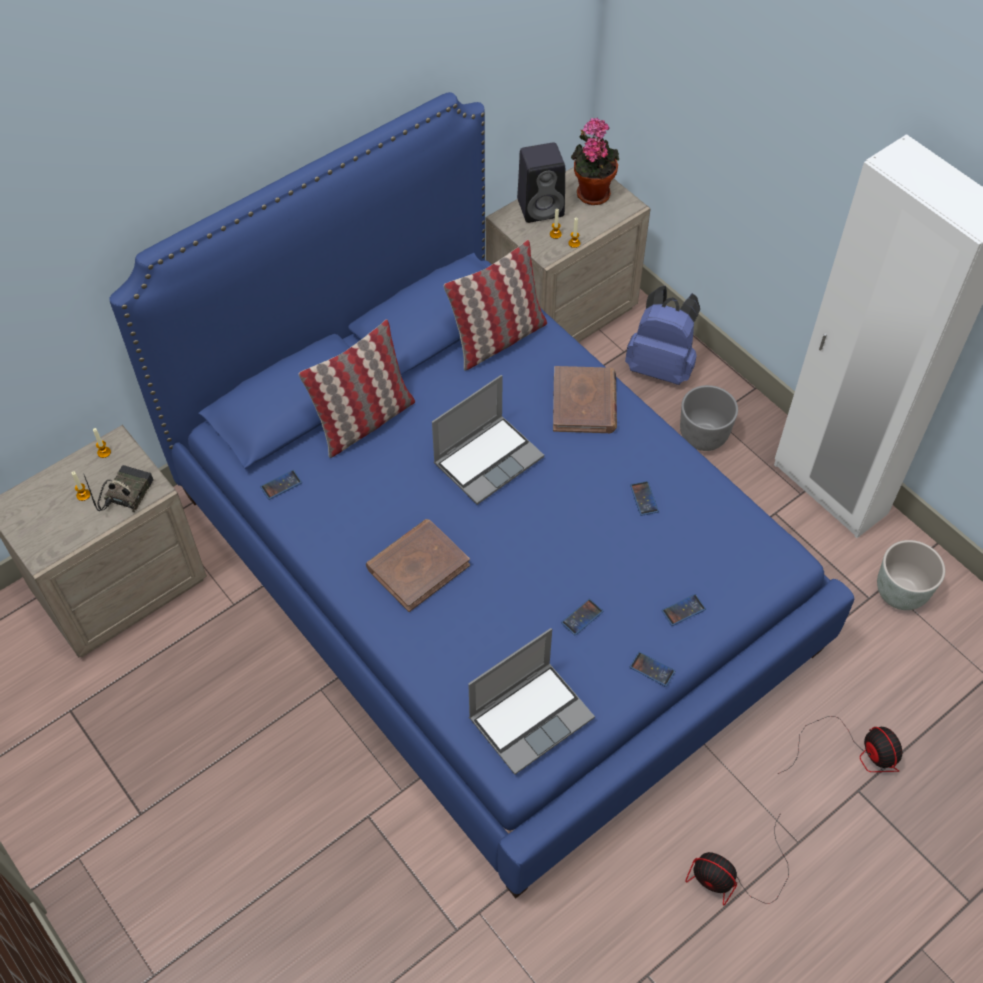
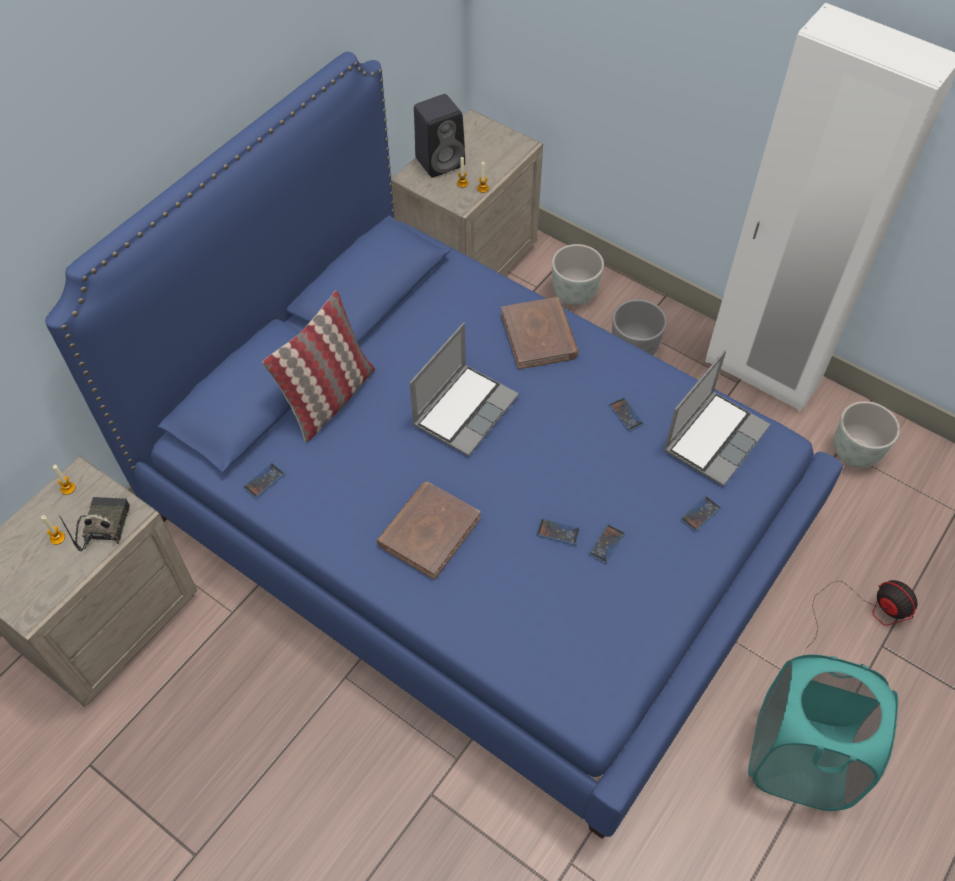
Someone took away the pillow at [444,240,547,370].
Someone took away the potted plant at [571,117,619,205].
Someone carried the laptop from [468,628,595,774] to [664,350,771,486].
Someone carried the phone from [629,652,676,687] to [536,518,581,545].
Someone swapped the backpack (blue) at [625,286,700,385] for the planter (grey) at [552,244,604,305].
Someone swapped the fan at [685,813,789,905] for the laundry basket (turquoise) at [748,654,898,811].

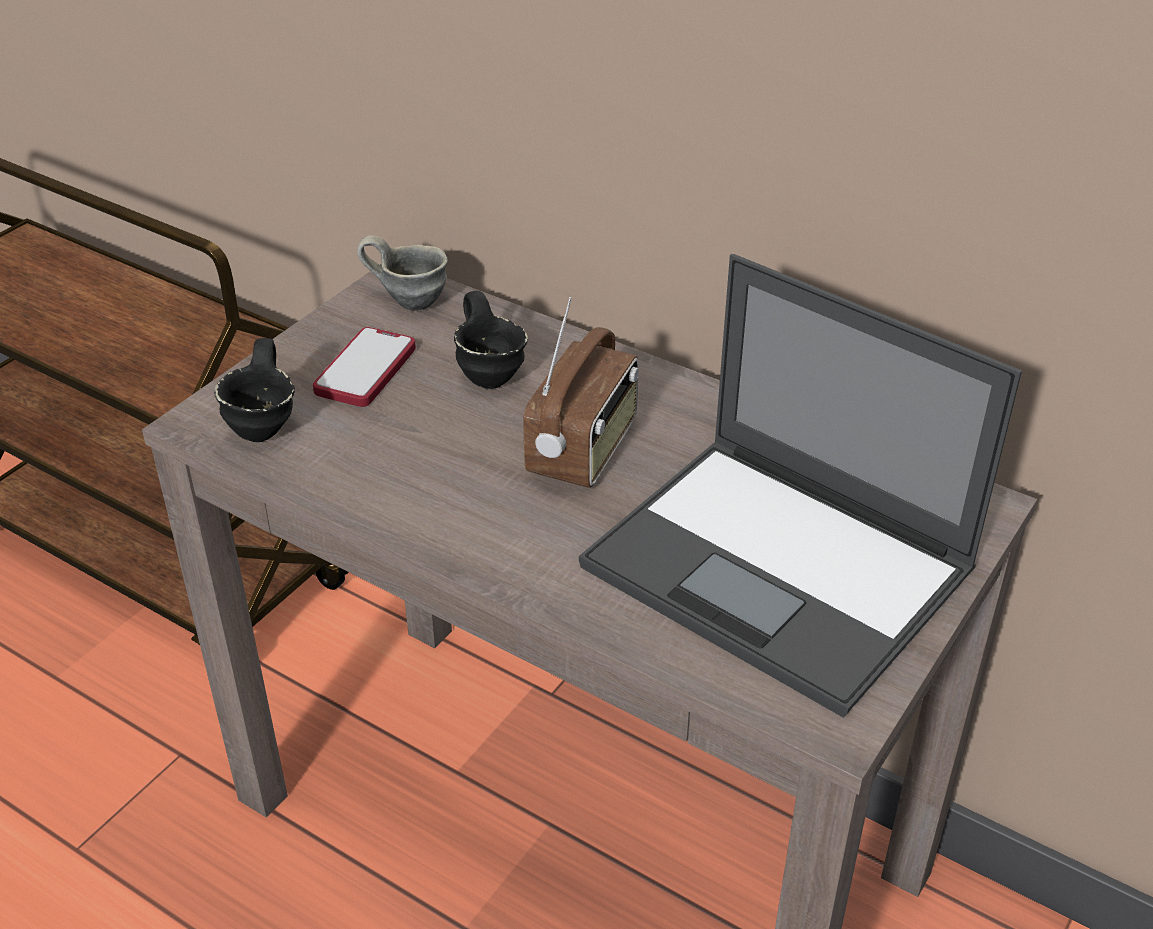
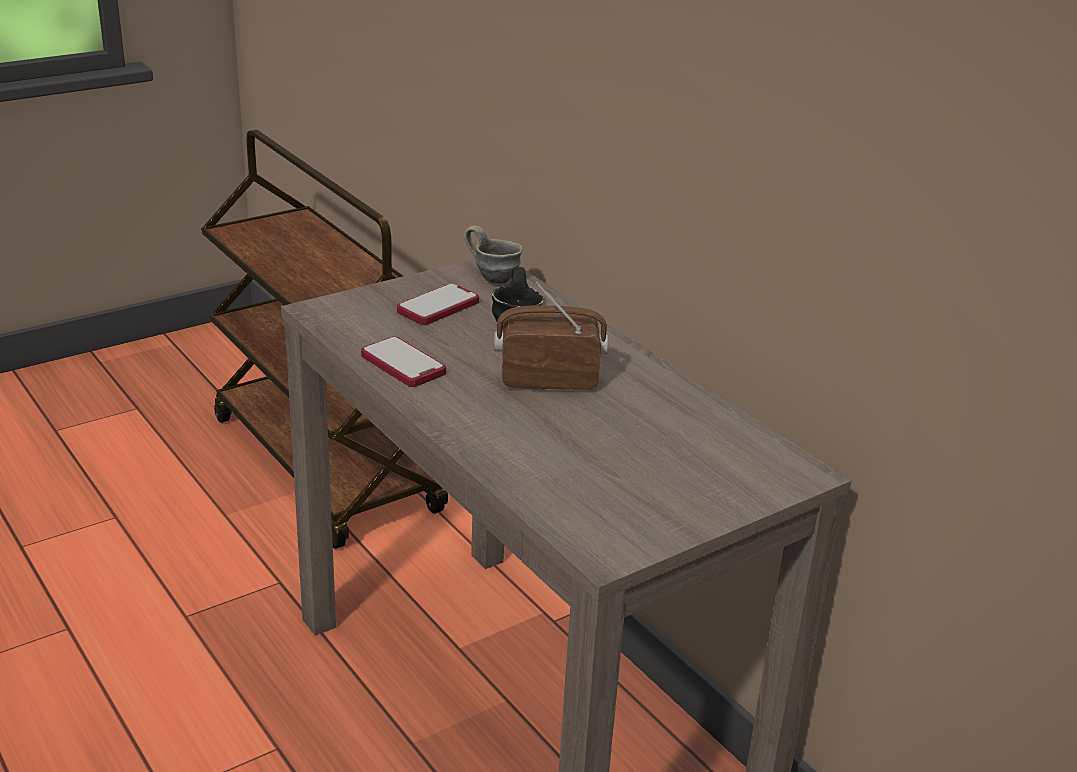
Someone took away the mug (black) at [215,338,295,442].
Someone took away the laptop at [579,254,1022,718].
Someone put down the phone at [361,337,446,387].
Someone rotated the radio at [523,297,639,488] by 135 degrees counterclockwise.

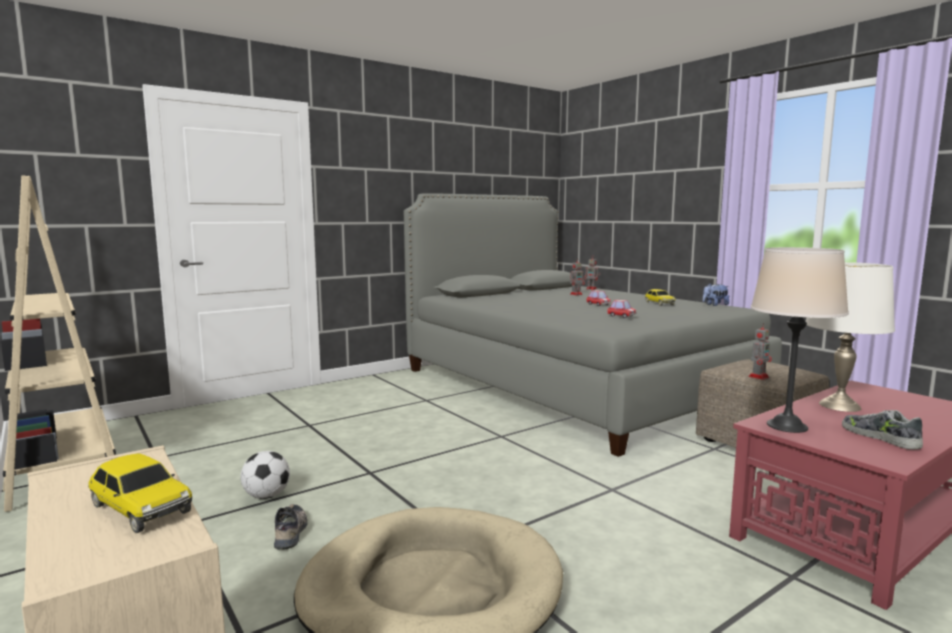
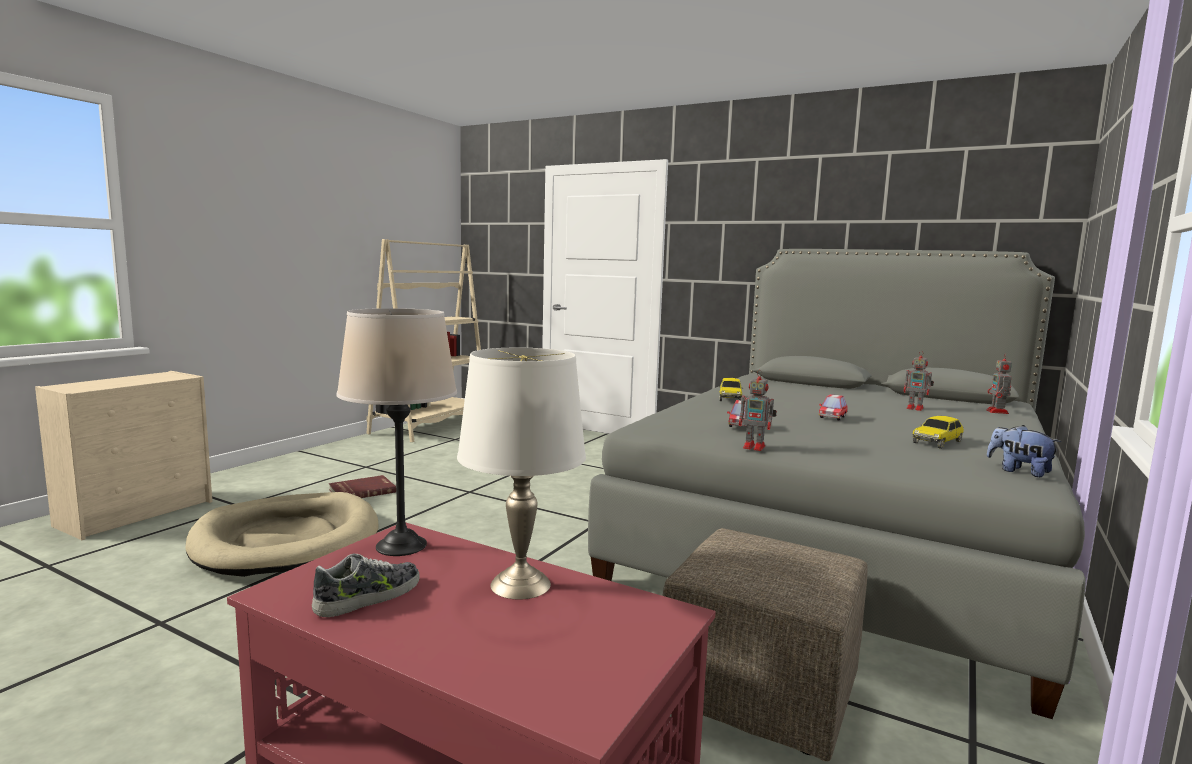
Someone took away the football at [240,451,290,499].
Someone carried the toy car from [88,453,192,533] to [719,378,743,401].
Someone carried the toy robot from [748,323,772,380] to [739,370,777,451].
Someone swapped the shoe at [274,504,308,550] for the book (red) at [329,475,396,498].

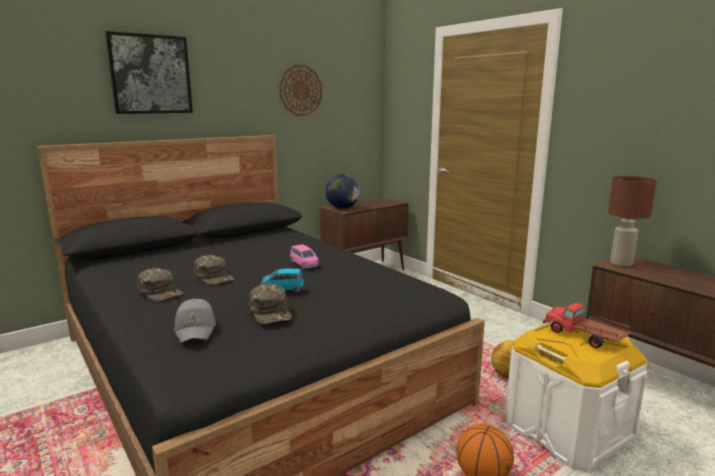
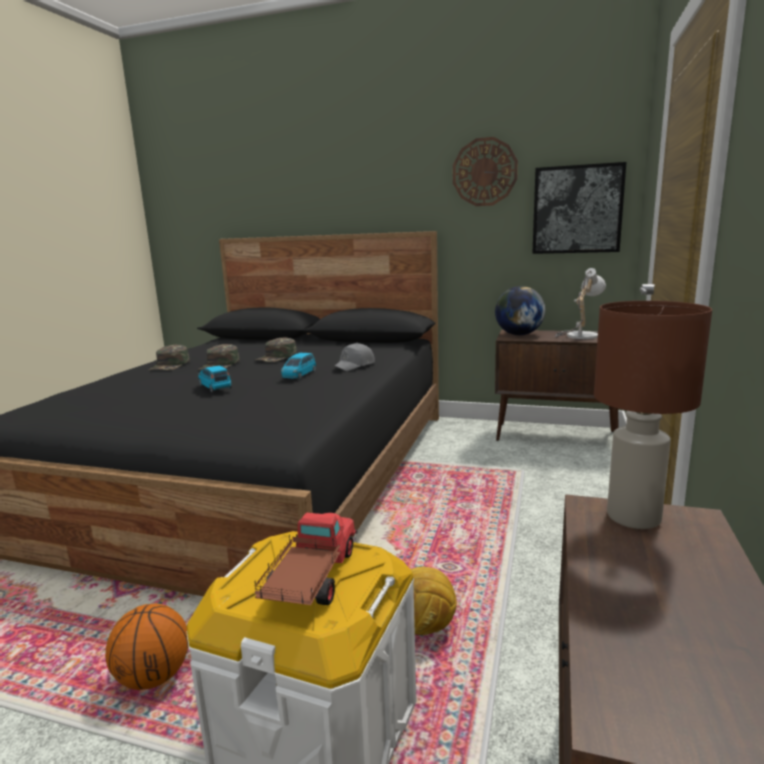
Someone put down the table lamp at [555,268,606,339].
Someone carried the picture from [105,31,193,114] to [532,162,626,254].
Someone carried the cap (grey) from [174,299,216,343] to [333,343,375,371].
Someone carried the cap (green) from [249,283,292,324] to [255,337,297,362].
Someone repainted the toy car (pink) at [290,244,319,269], which became the toy car (blue) at [281,353,316,380].

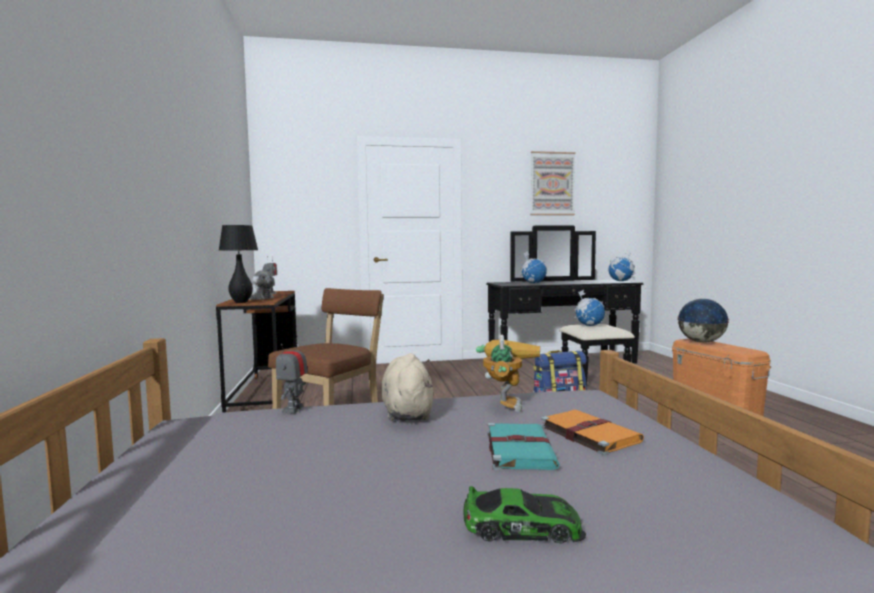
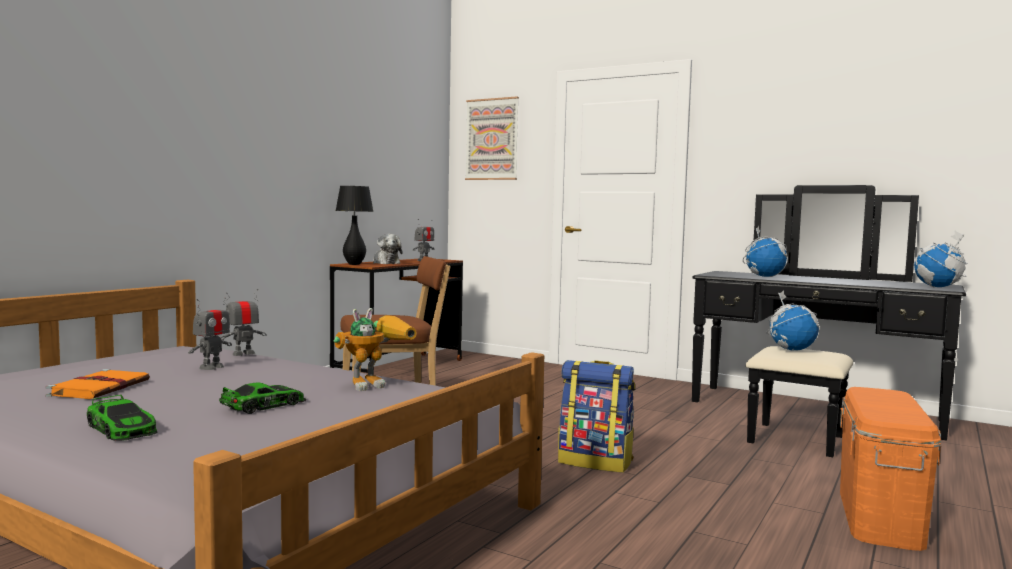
Someone took away the plush toy (beige) at [381,353,433,421].
Someone took away the globe at [677,299,729,343].
Someone put down the toy robot at [188,297,232,370].
Someone carried the picture from [530,151,576,215] to [465,96,519,180].
Someone carried the book (orange) from [541,410,644,456] to [46,369,150,399].
Someone swapped the book (turquoise) at [487,423,560,470] for the toy car at [219,382,306,414].

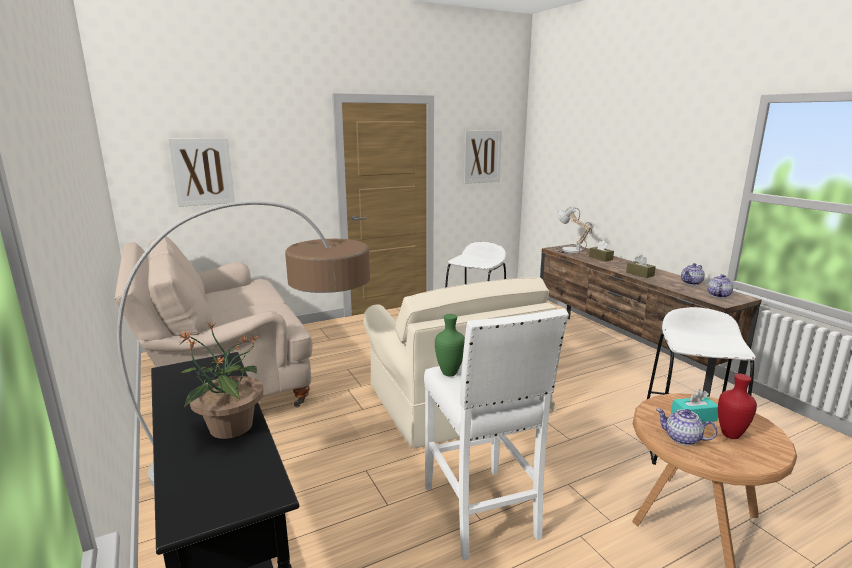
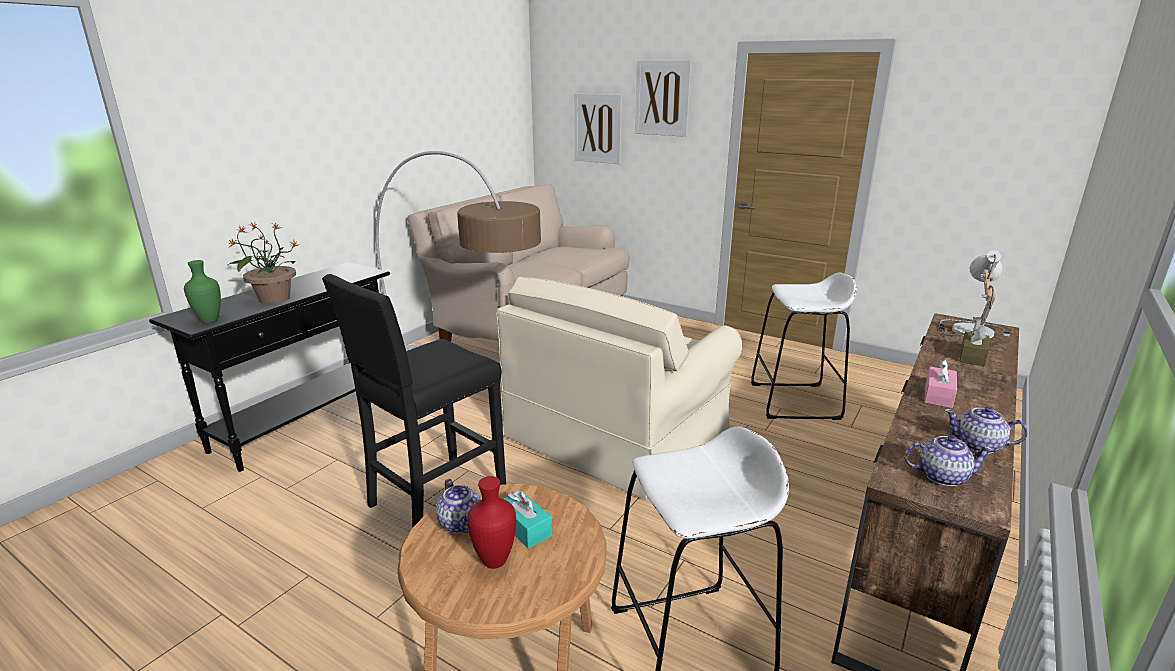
Someone carried the vase (green) from [435,314,465,376] to [184,260,221,323].
Someone carried the picture from [464,130,502,184] to [635,60,692,137].
Someone repainted the stool (white) at [424,309,569,561], which became the stool (black) at [322,274,506,528].
Someone repainted the tissue box (brown) at [626,255,656,278], which became the tissue box (pink) at [924,359,957,408].
Someone rotated the teapot at [656,409,717,446] by 150 degrees clockwise.

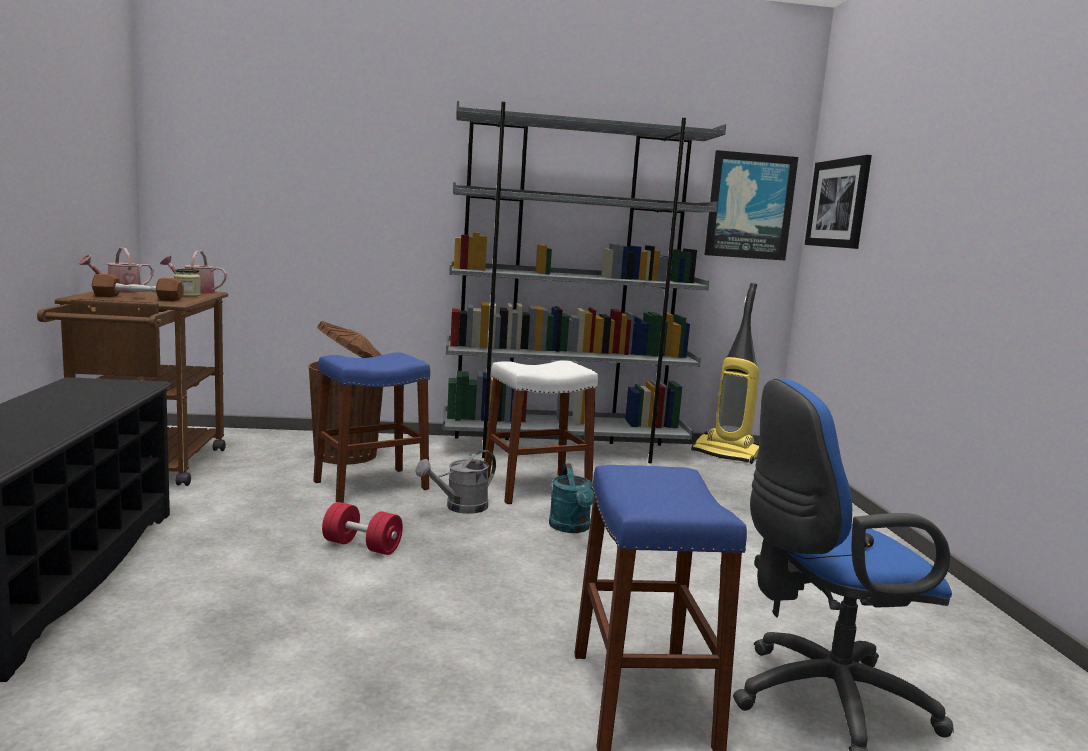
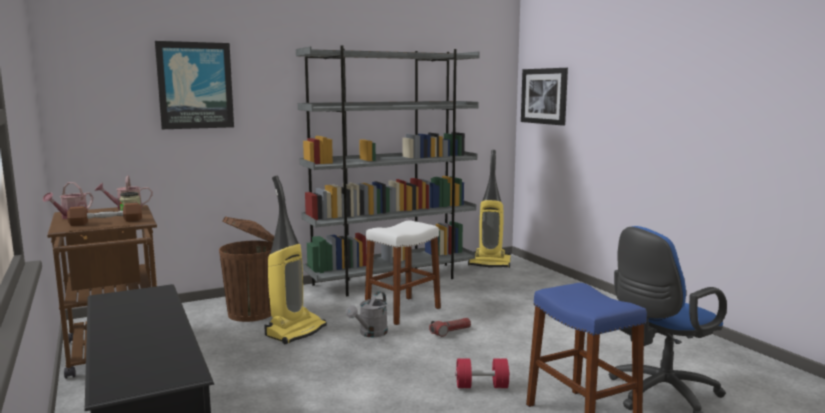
Someone carried the dumbbell (red) from [322,502,403,555] to [455,358,510,388].
Someone carried the picture from [705,150,798,260] to [155,41,234,129].
Someone swapped the stool (blue) at [313,352,430,503] for the vacuum cleaner at [264,176,327,344].
Someone swapped the watering can (turquoise) at [549,464,594,533] for the flashlight at [429,318,471,337].

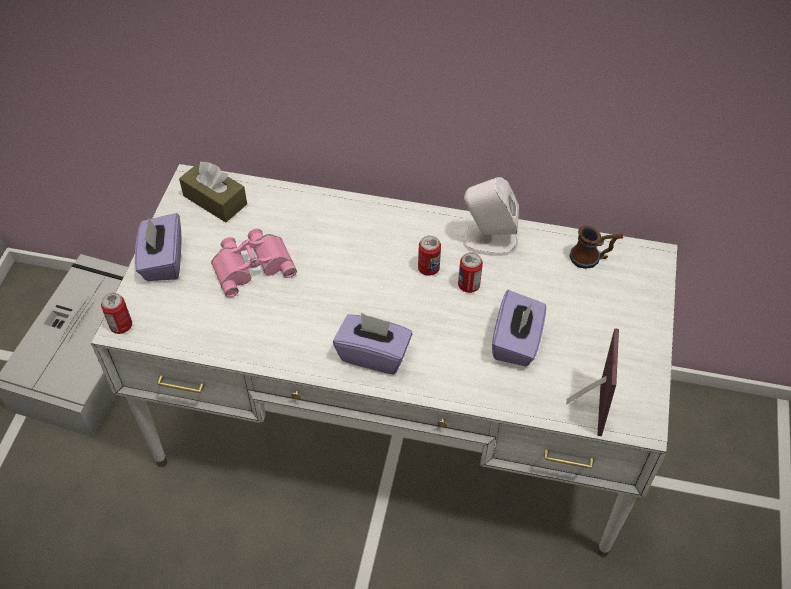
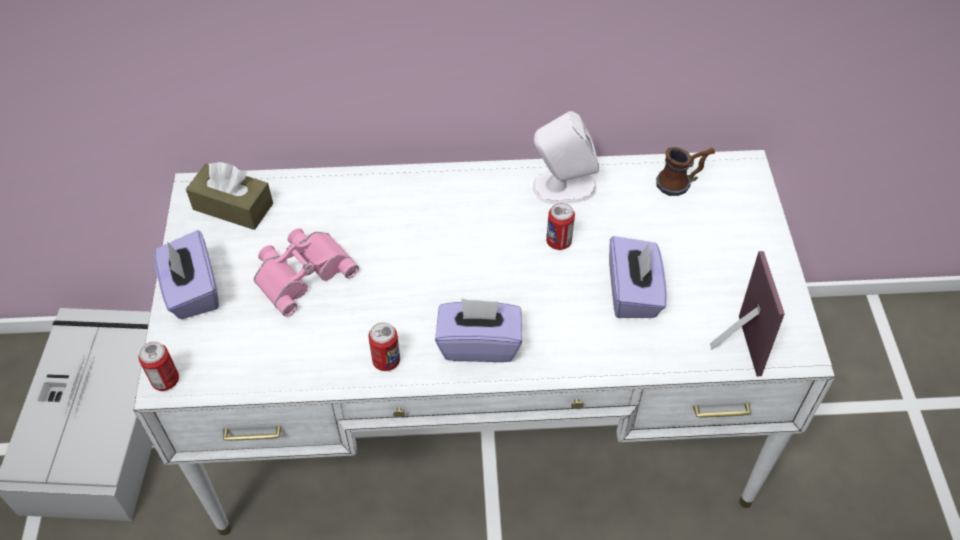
Someone carried the can from [418,235,441,276] to [368,322,400,371].

